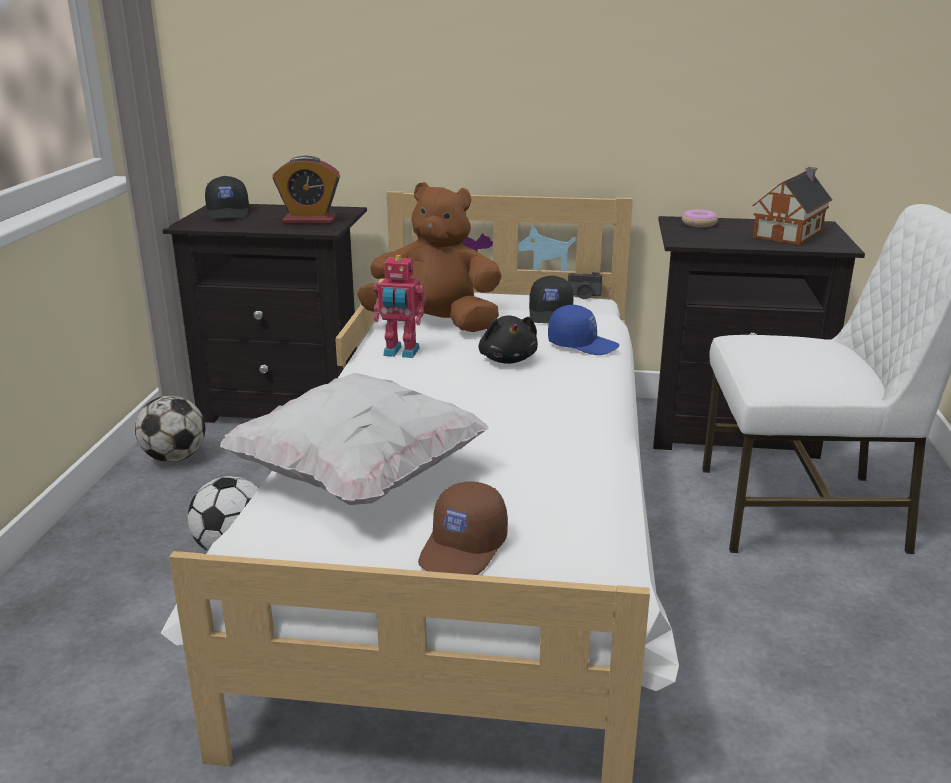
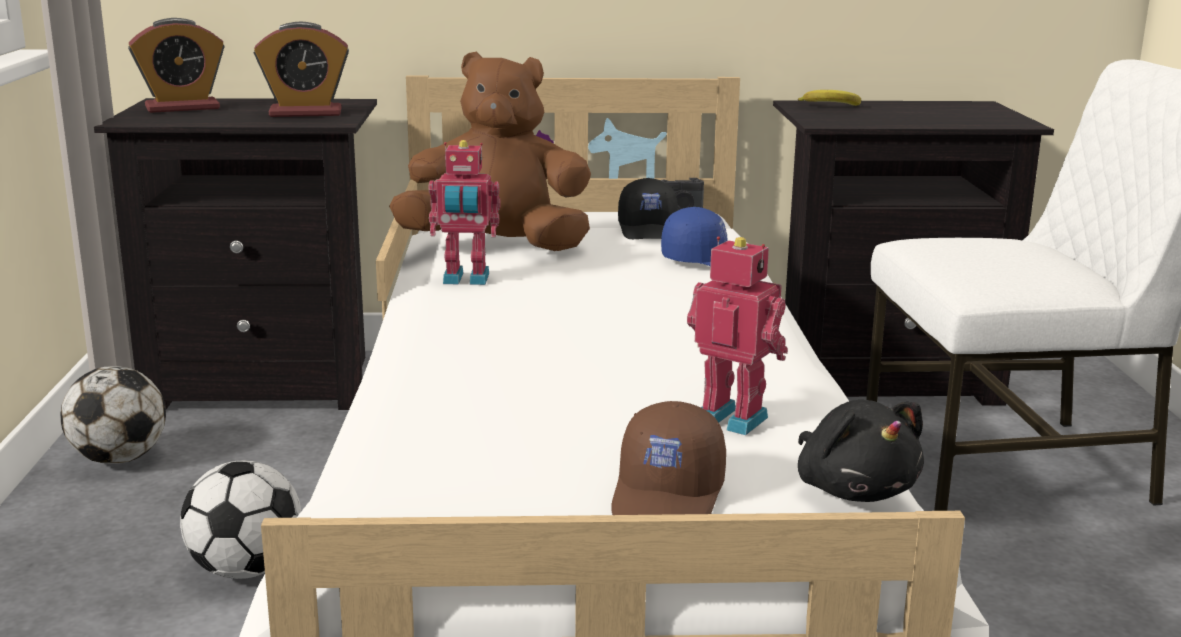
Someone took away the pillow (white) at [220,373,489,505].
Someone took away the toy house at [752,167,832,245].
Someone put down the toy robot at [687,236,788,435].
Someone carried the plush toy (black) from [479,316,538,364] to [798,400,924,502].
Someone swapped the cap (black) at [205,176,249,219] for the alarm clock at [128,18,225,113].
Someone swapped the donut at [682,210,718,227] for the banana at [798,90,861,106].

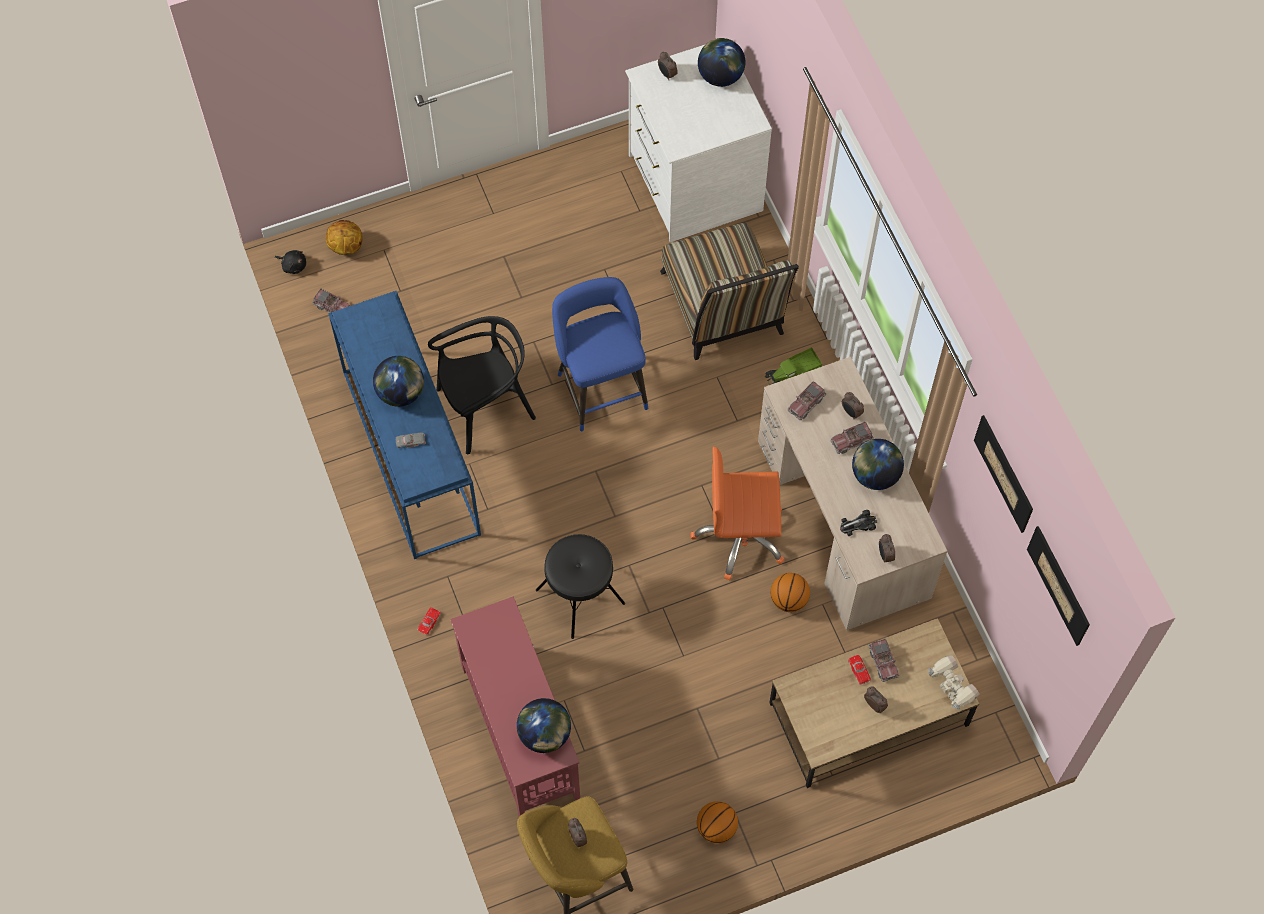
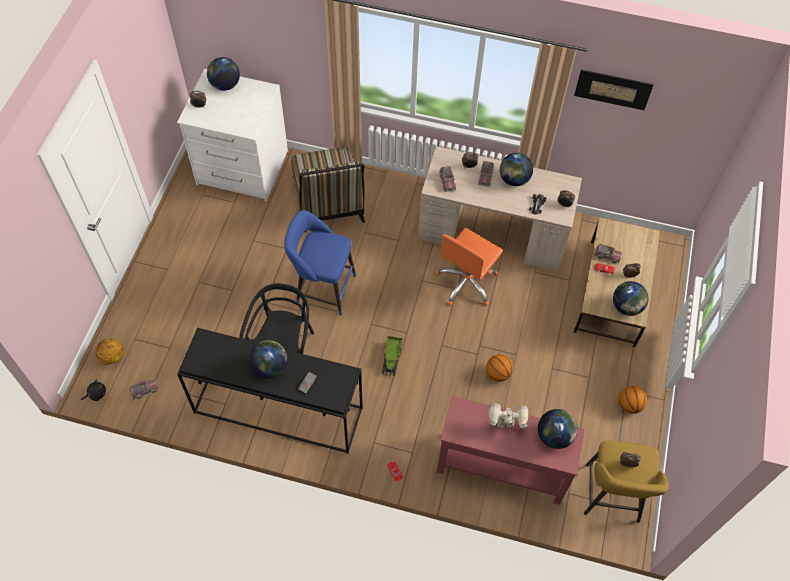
Someone took away the stool (black) at [536,534,625,639].
Someone took away the picture at [1027,526,1090,646].
Someone put down the globe at [613,281,648,316].
Someone carried the toy truck from [765,347,822,385] to [382,336,402,376].
Someone carried the basketball from [771,573,810,612] to [486,355,513,382].
Someone carried the toy robot from [929,655,980,710] to [489,403,528,429].
Someone repainted the console table (blue) at [328,291,481,559], which became the console table (black) at [177,328,363,454].
Someone rotated the chair at [660,223,799,360] by 60 degrees clockwise.

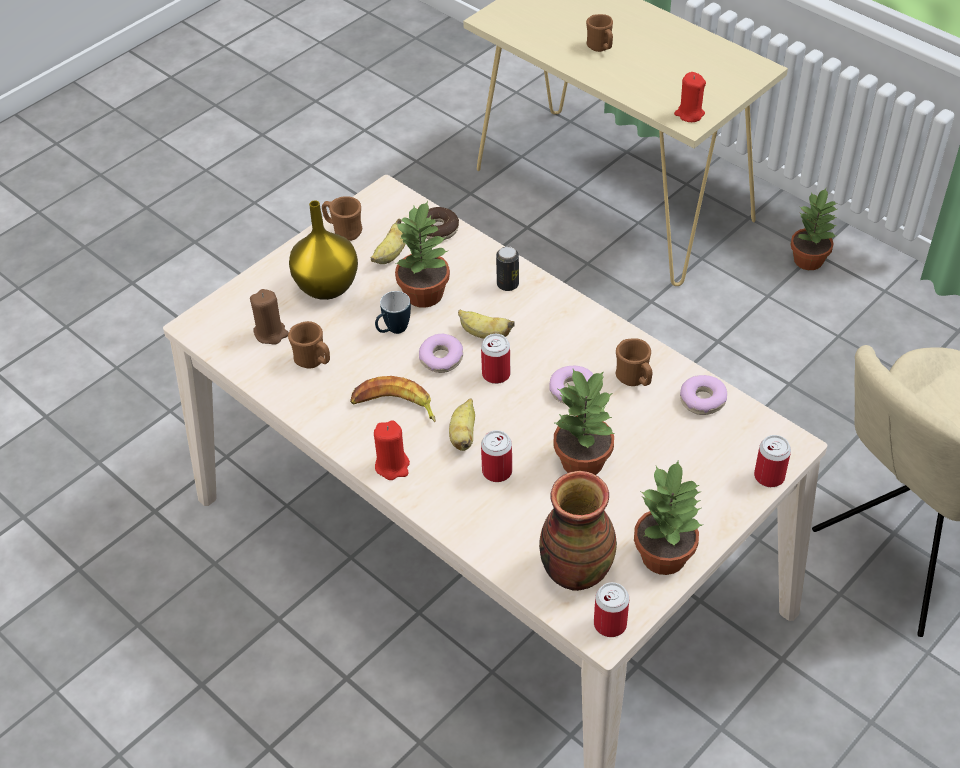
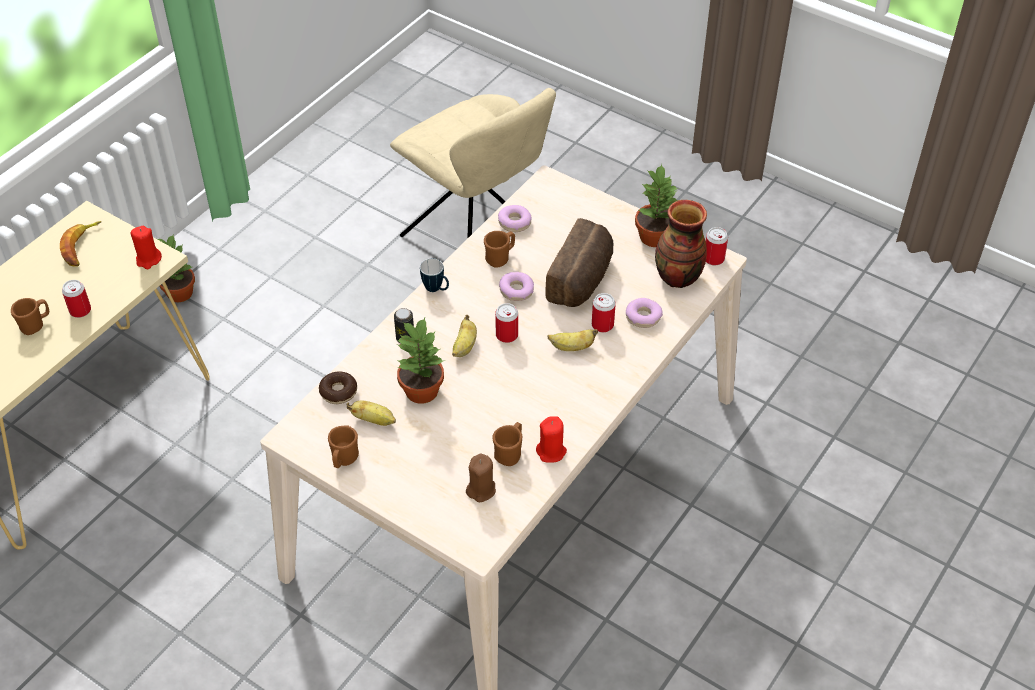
Someone took away the vase (yellow) at [289,200,358,300].
Someone carried the banana from [350,376,436,422] to [60,221,102,266].
Someone carried the candle (red) from [374,420,410,480] to [536,416,567,463].
Someone carried the mug from [375,291,411,334] to [420,258,449,292].
Someone carried the donut from [419,334,463,373] to [626,298,663,328].
Someone carried the can from [754,435,791,487] to [62,280,91,318].
Someone swapped the potted plant at [553,369,615,475] for the bread at [545,218,613,307].

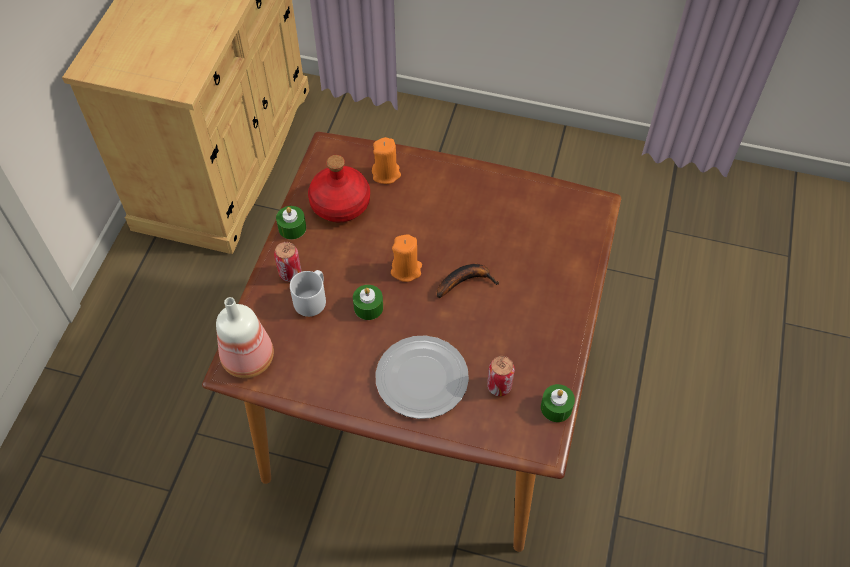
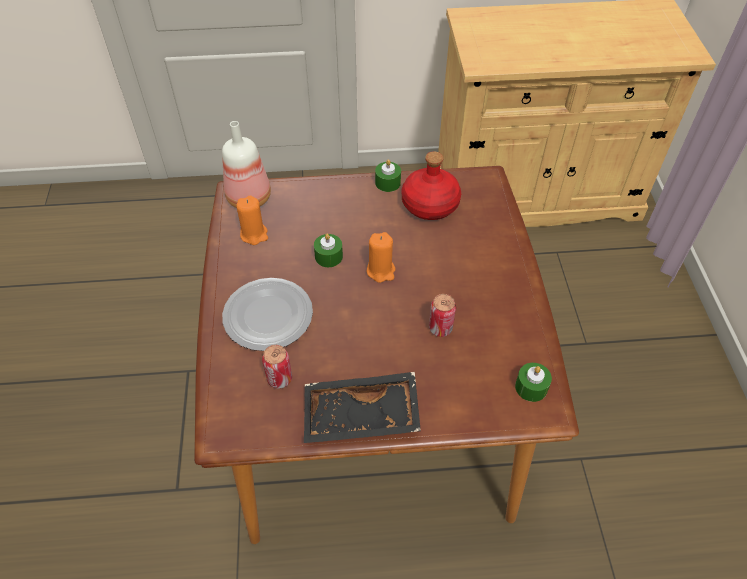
Someone took away the mug (grey) at [290,270,326,317].
Someone took away the banana at [437,264,499,298].
Someone put down the tray (black) at [304,372,421,443].
Someone carried the can from [274,242,302,282] to [429,294,456,337].
Someone carried the candle (orange) from [372,137,401,184] to [236,196,268,245].
Someone carried the candle (green) from [541,384,575,422] to [515,363,552,402].

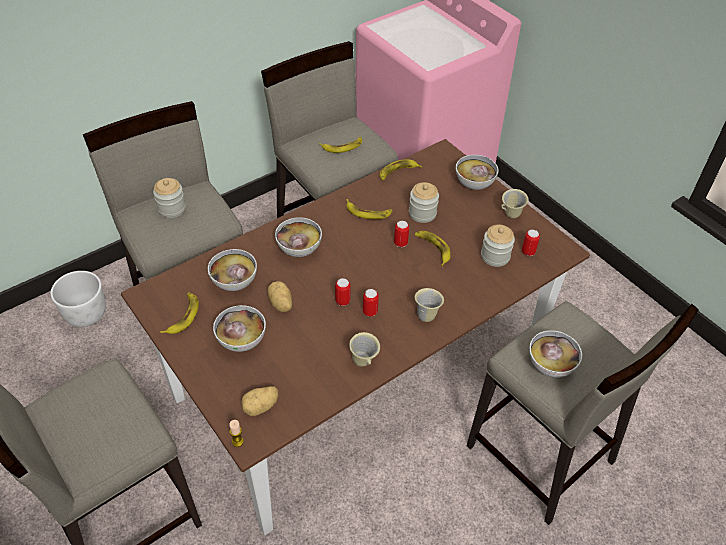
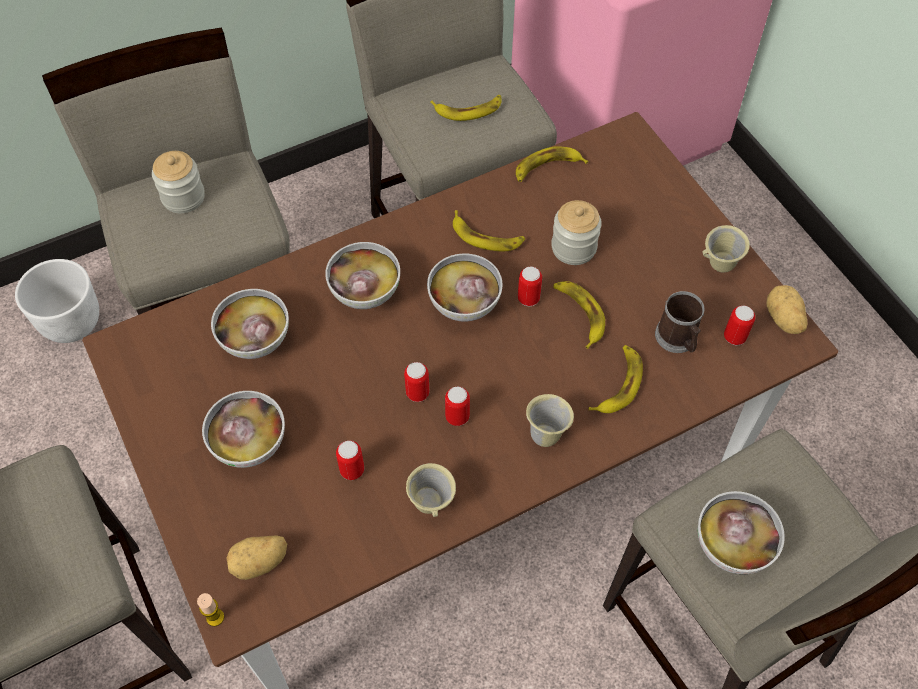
Someone put down the can at [336,440,364,480].
Someone carried the banana from [160,292,199,334] to [589,345,643,413].
Someone carried the potato from [267,281,292,312] to [767,285,808,334].
Someone carried the bowl from [456,155,498,190] to [427,254,502,322].
Someone swapped the jar at [481,225,515,267] for the mug at [655,291,704,353].

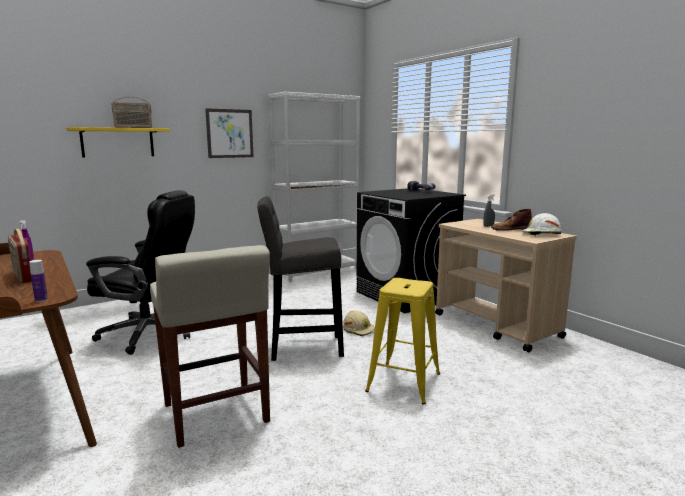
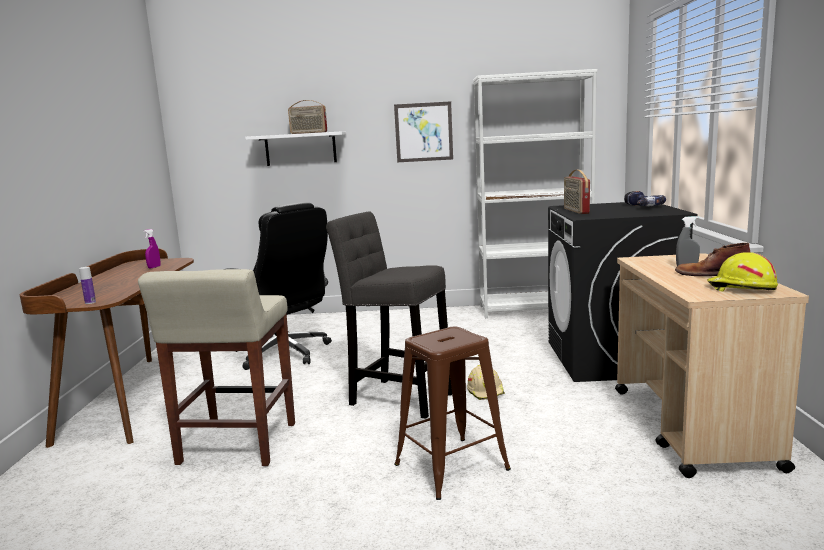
Someone carried the radio from [8,229,32,283] to [564,170,590,214].
Someone repainted the shelf (yellow) at [66,127,170,158], which became the shelf (white) at [245,131,346,166].
Someone repainted the stool (yellow) at [365,278,440,405], which became the stool (brown) at [394,327,511,500].
Someone repainted the hard hat (white) at [522,213,562,237], which became the hard hat (yellow) at [707,252,778,292].

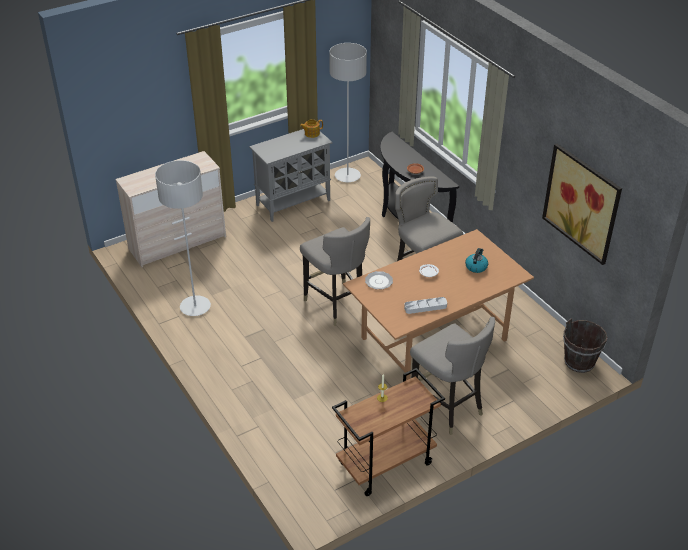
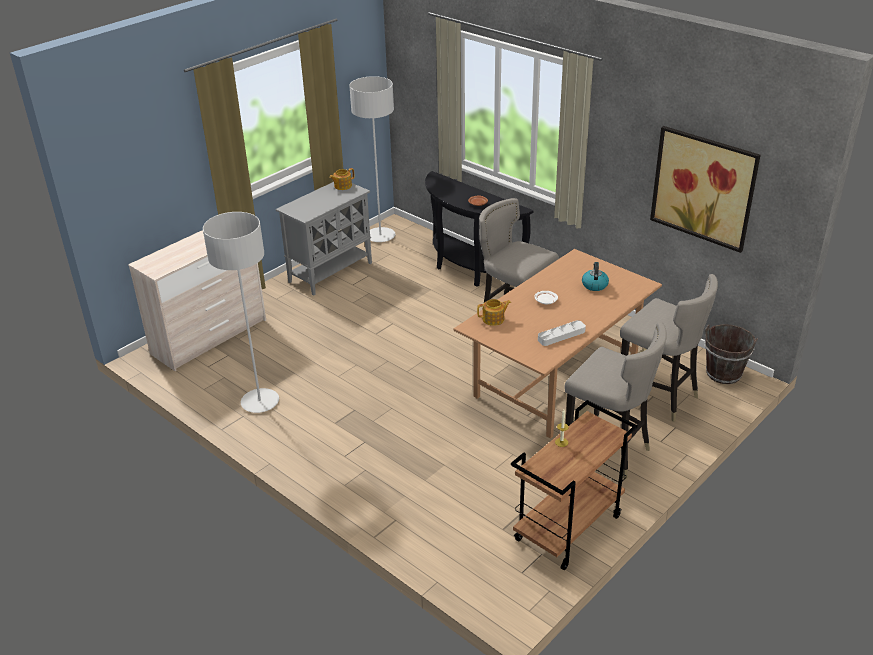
Someone carried the stool (grey) from [300,217,370,326] to [620,274,718,422].
Someone swapped the plate at [365,271,393,289] for the teapot at [477,299,511,326].

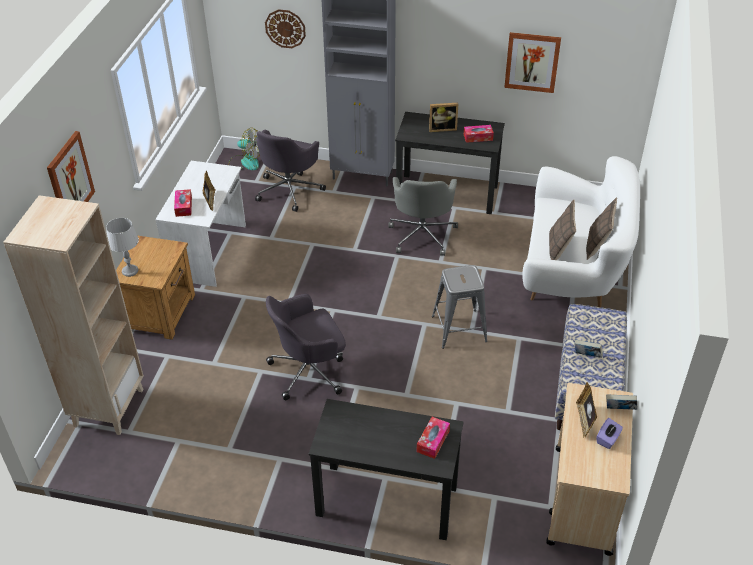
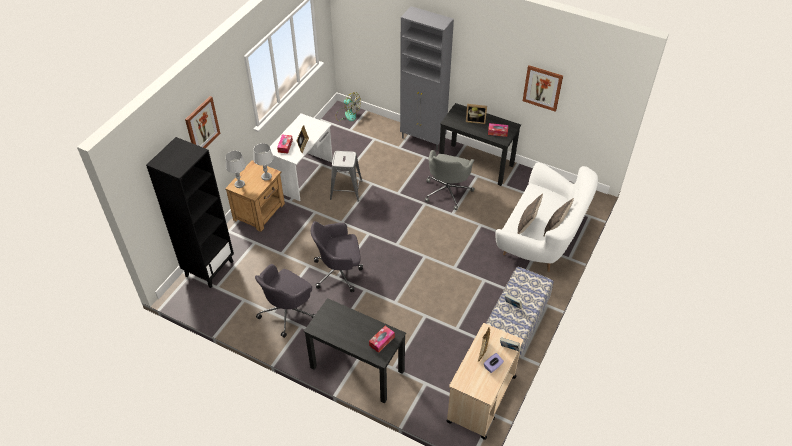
Someone took away the wall clock at [265,9,306,48].
Someone put down the table lamp (grey) at [253,143,274,181].
Someone carried the office chair (grey) from [255,130,326,212] to [255,264,315,338].
Someone carried the stool (grey) from [432,265,488,349] to [330,151,362,202].
Someone repainted the bookcase (beige) at [3,195,144,435], which became the bookcase (black) at [146,137,234,288].

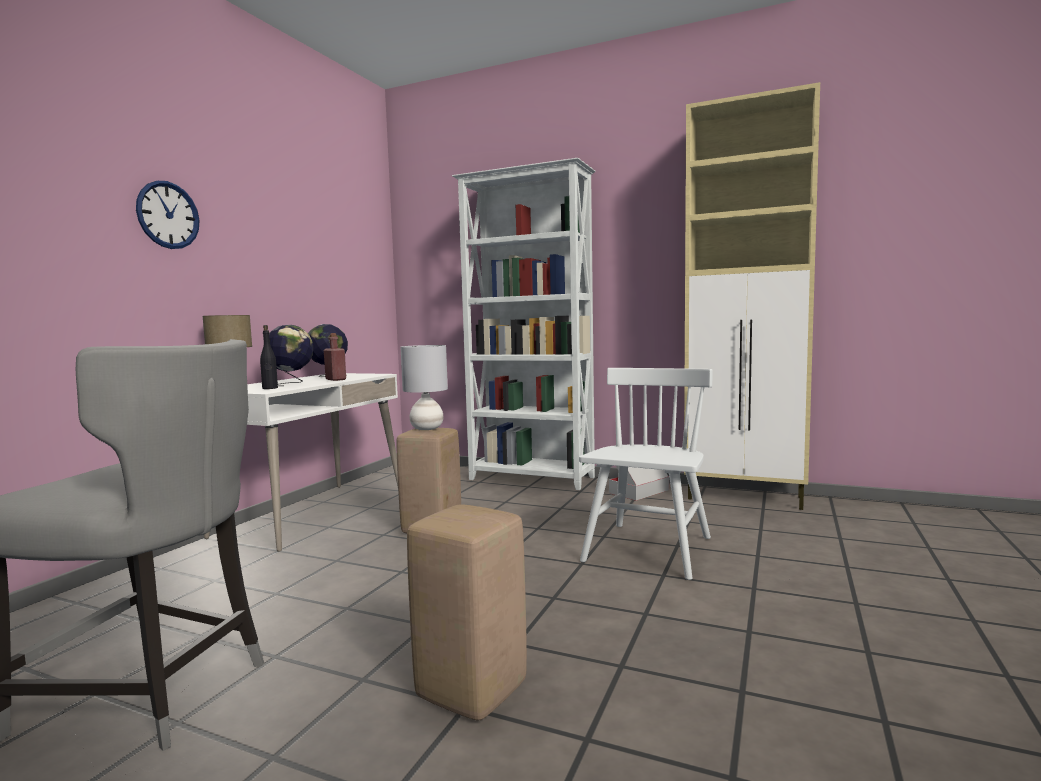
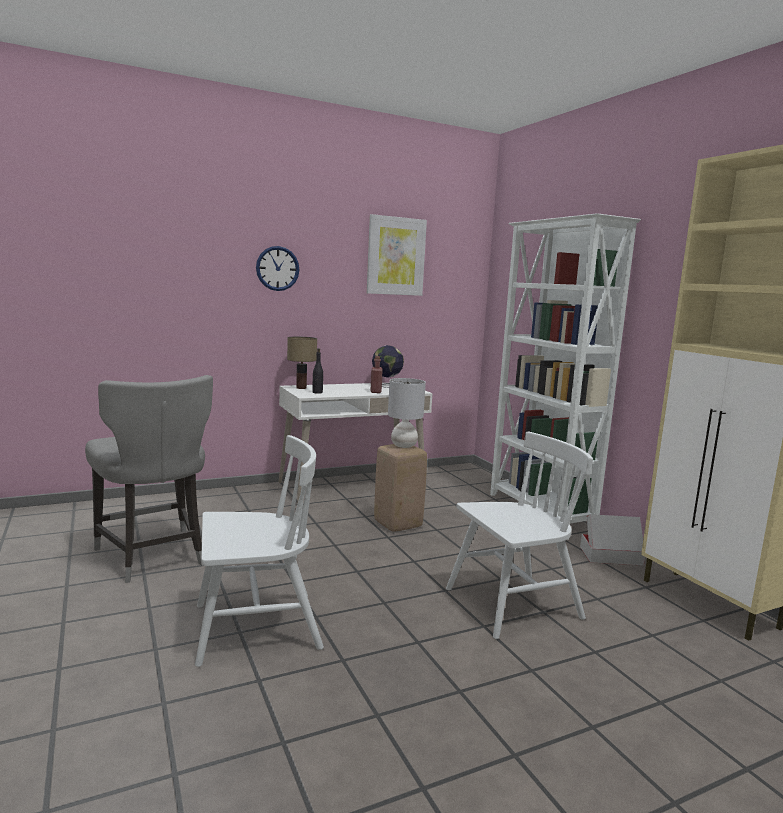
Someone took away the globe at [269,325,313,384].
Someone put up the picture at [367,214,427,296].
Someone swapped the stool (beige) at [407,504,527,720] for the chair (white) at [195,435,324,667].

